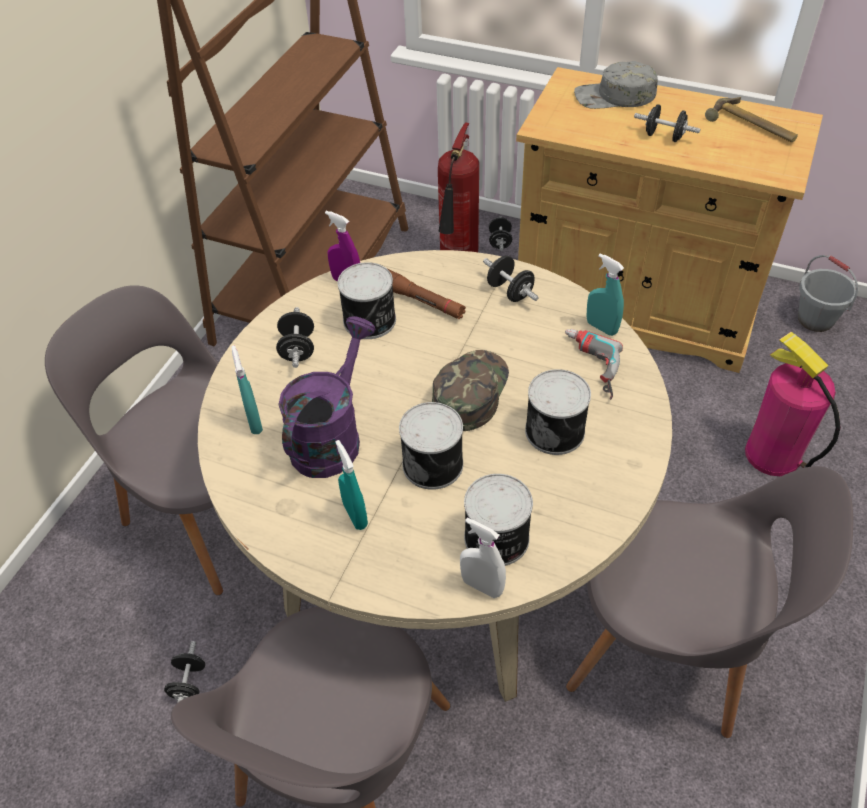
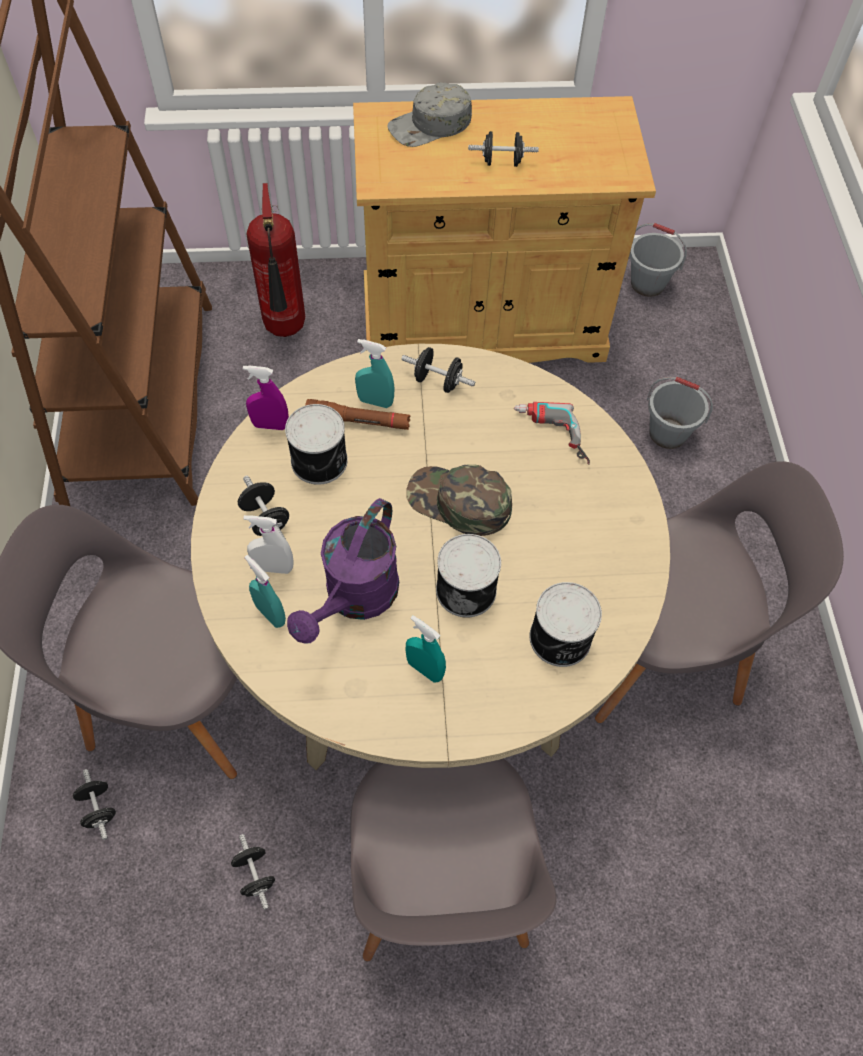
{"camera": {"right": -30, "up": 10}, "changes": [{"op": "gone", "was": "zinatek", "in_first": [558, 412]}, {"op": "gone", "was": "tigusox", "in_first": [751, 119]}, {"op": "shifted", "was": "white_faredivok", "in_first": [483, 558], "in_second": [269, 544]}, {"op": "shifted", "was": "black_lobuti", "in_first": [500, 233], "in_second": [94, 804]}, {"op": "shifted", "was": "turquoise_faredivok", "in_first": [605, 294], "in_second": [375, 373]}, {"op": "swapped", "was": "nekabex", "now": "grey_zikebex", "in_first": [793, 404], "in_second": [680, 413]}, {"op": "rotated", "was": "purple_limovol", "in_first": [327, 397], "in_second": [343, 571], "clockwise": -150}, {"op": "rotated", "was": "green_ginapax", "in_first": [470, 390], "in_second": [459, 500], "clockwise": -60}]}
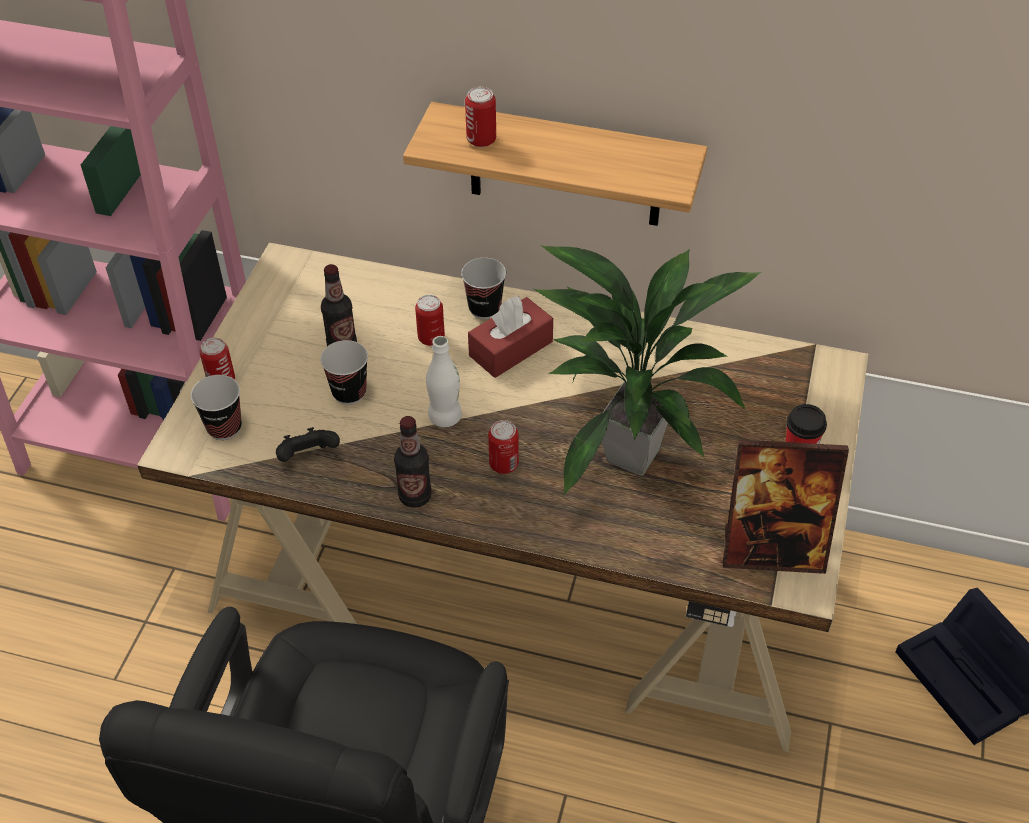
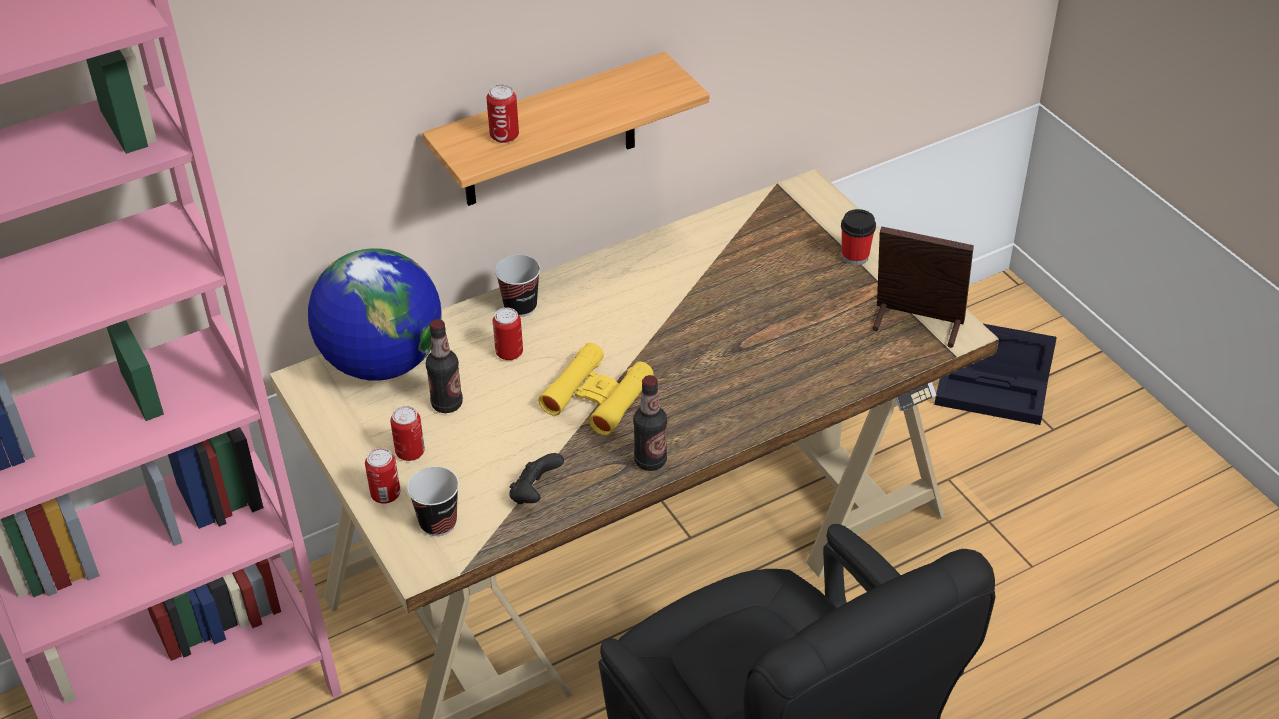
{"camera": {"right": -45, "up": -5}, "changes": [{"op": "gone", "was": "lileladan", "in_first": [344, 372]}, {"op": "gone", "was": "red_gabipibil", "in_first": [510, 337]}, {"op": "gone", "was": "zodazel", "in_first": [648, 370]}, {"op": "new", "now": "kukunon", "in_second": [374, 314]}, {"op": "shifted", "was": "zinatek", "in_first": [503, 447], "in_second": [407, 433]}, {"op": "swapped", "was": "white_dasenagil", "now": "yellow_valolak", "in_first": [444, 381], "in_second": [596, 389]}, {"op": "rotated", "was": "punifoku", "in_first": [786, 507], "in_second": [923, 287], "clockwise": -120}]}
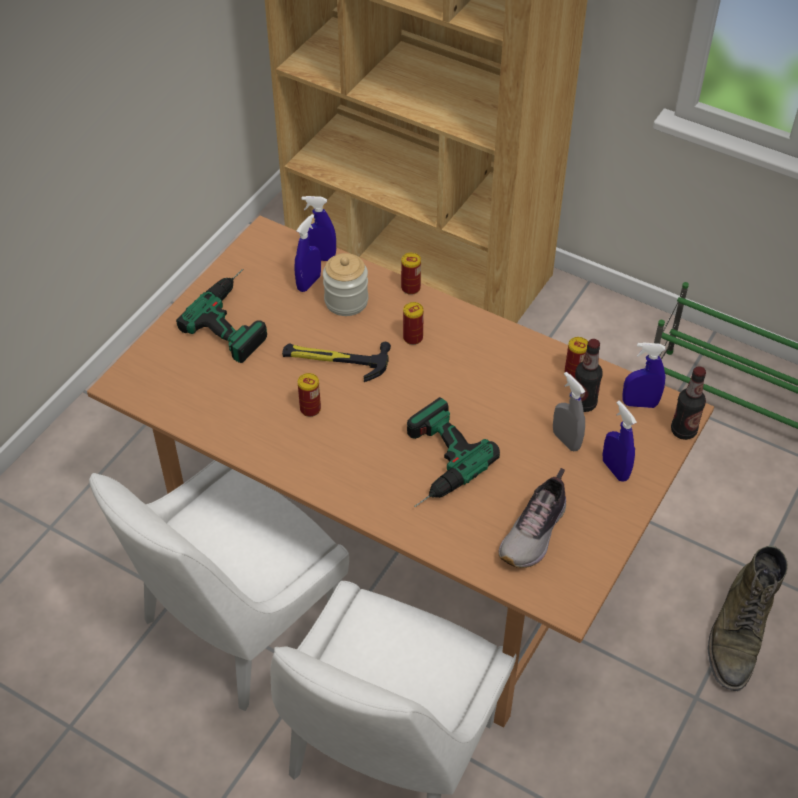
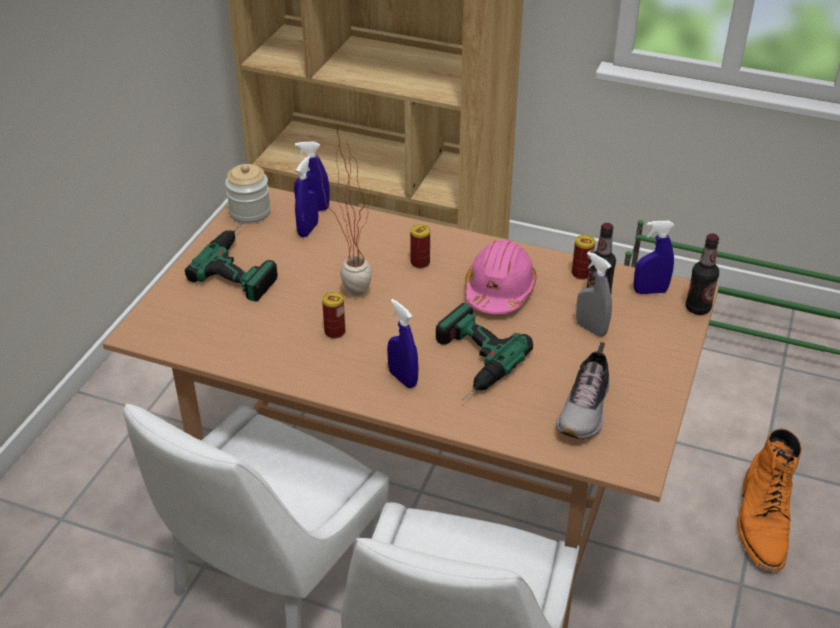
{"camera": {"right": -10, "up": -10}, "changes": [{"op": "gone", "was": "zinatek", "in_first": [411, 274]}, {"op": "new", "now": "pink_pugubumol", "in_second": [501, 276]}, {"op": "shifted", "was": "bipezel", "in_first": [345, 284], "in_second": [248, 194]}, {"op": "shifted", "was": "blue_faredivok", "in_first": [620, 441], "in_second": [403, 343]}, {"op": "swapped", "was": "tigusox", "now": "zodazel", "in_first": [336, 362], "in_second": [342, 210]}, {"op": "repainted", "was": "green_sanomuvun", "now": "orange_sanomuvun", "in_first": [748, 618], "in_second": [769, 500]}]}
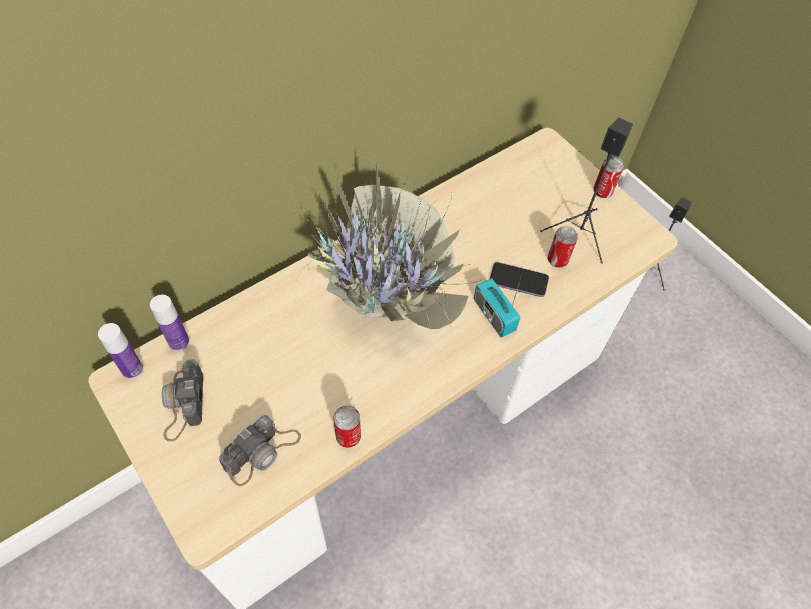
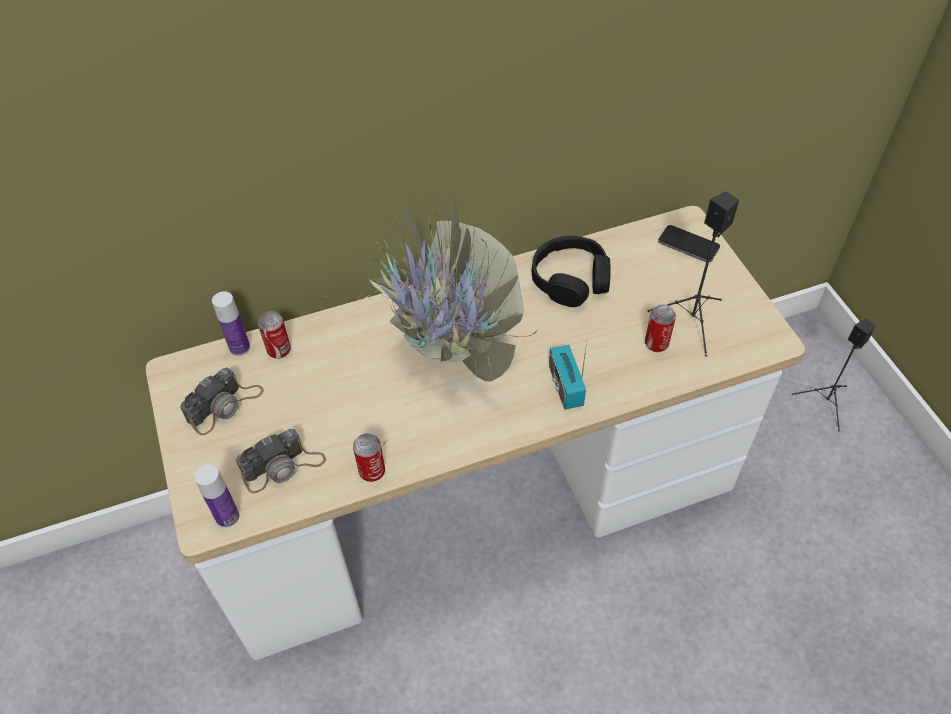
{"camera": {"right": 20, "up": -5}, "changes": [{"op": "new", "now": "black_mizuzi", "in_second": [571, 271]}, {"op": "shifted", "was": "dasenagil", "in_first": [120, 351], "in_second": [216, 496]}, {"op": "shifted", "was": "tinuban", "in_first": [519, 279], "in_second": [689, 243]}, {"op": "shifted", "was": "zinatek", "in_first": [609, 177], "in_second": [274, 335]}, {"op": "rotated", "was": "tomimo", "in_first": [182, 400], "in_second": [221, 401], "clockwise": -150}]}
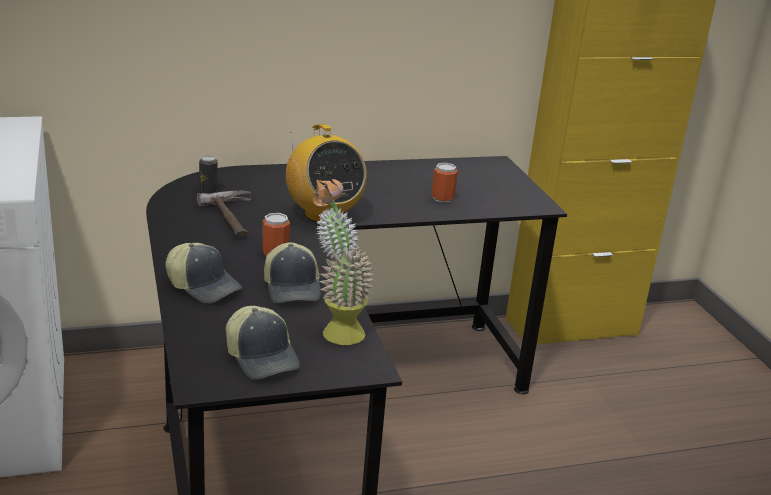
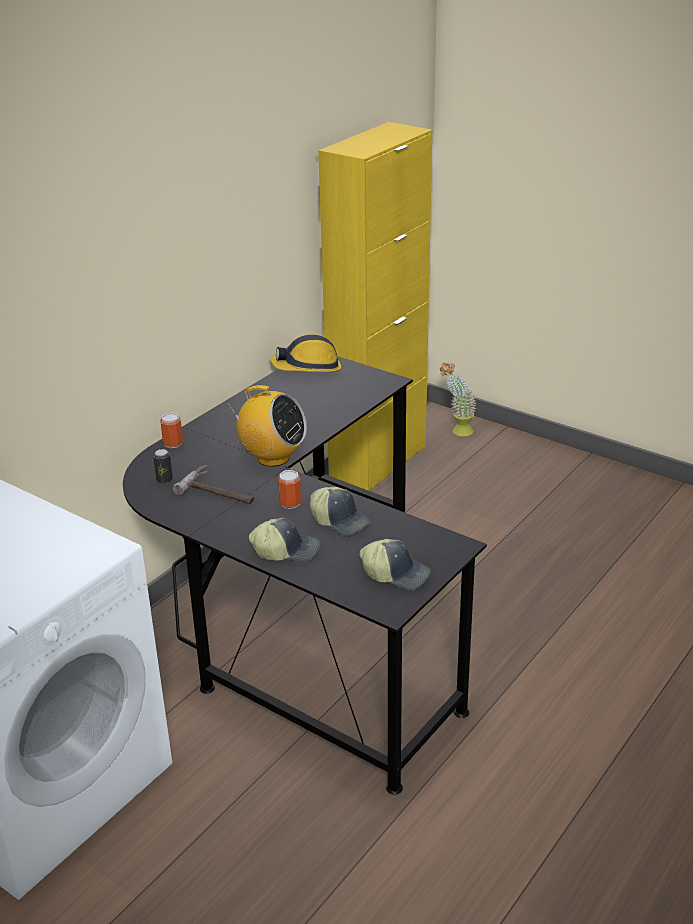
{"camera": {"right": -35, "up": 5}, "changes": [{"op": "new", "now": "pugubumol", "in_second": [305, 353]}, {"op": "shifted", "was": "zodazel", "in_first": [343, 262], "in_second": [458, 398]}, {"op": "shifted", "was": "zinatek", "in_first": [444, 183], "in_second": [171, 430]}]}
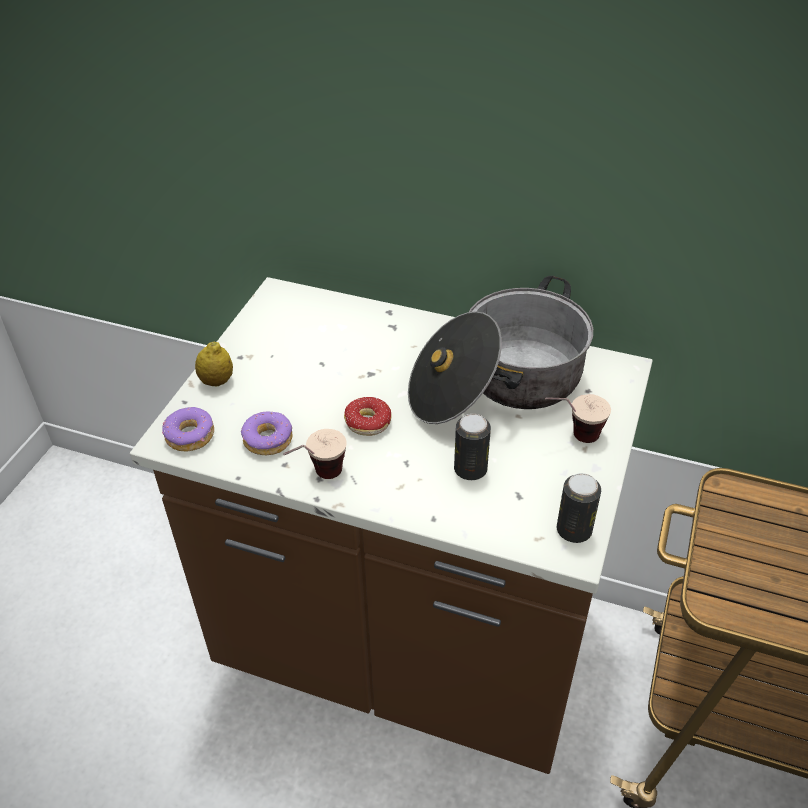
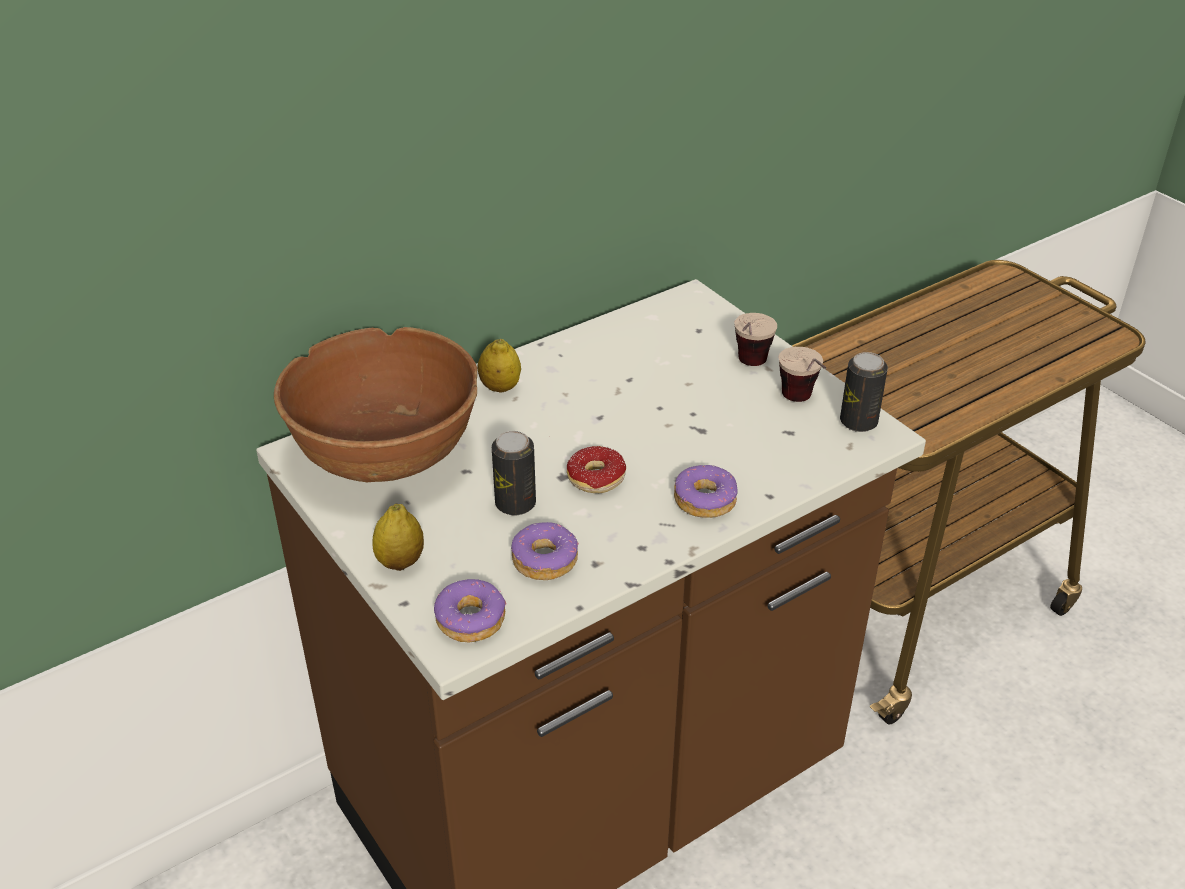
{"camera": {"right": -55, "up": -5}, "changes": [{"op": "gone", "was": "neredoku", "in_first": [500, 350]}, {"op": "new", "now": "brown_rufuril", "in_second": [375, 404]}, {"op": "new", "now": "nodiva", "in_second": [499, 366]}, {"op": "new", "now": "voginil", "in_second": [706, 491]}, {"op": "shifted", "was": "lileladan", "in_first": [314, 454], "in_second": [802, 374]}, {"op": "shifted", "was": "zinatek", "in_first": [472, 447], "in_second": [514, 473]}]}
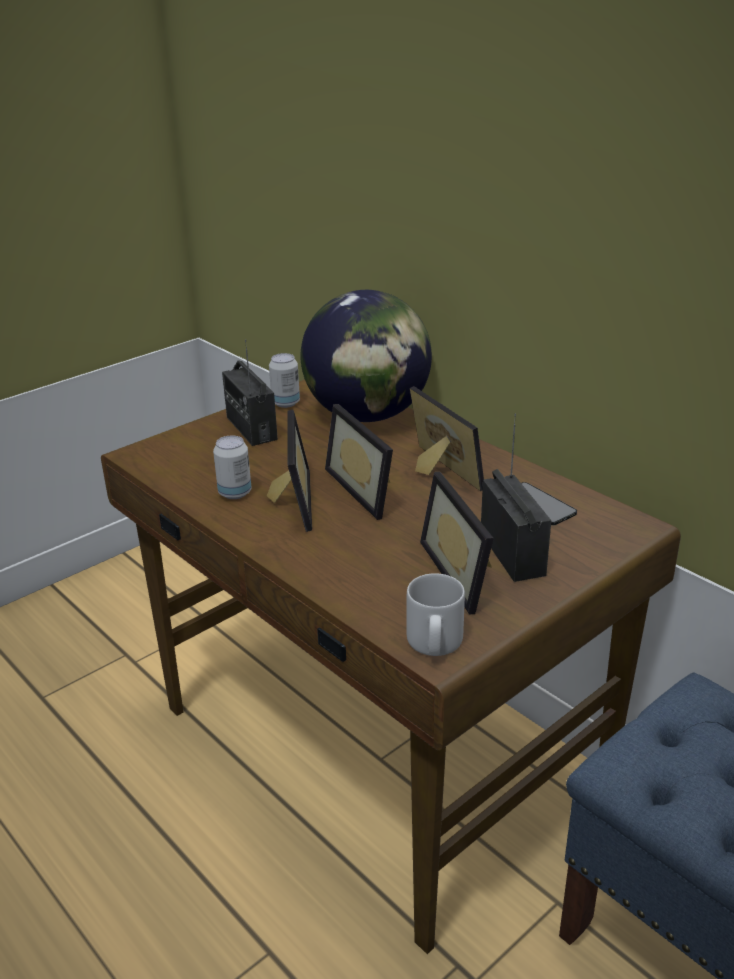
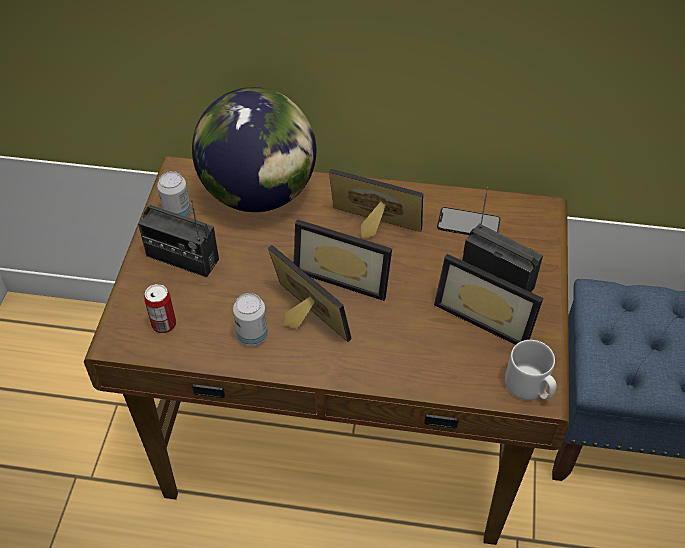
{"camera": {"right": -40, "up": 20}, "changes": [{"op": "new", "now": "zinatek", "in_second": [160, 308]}]}
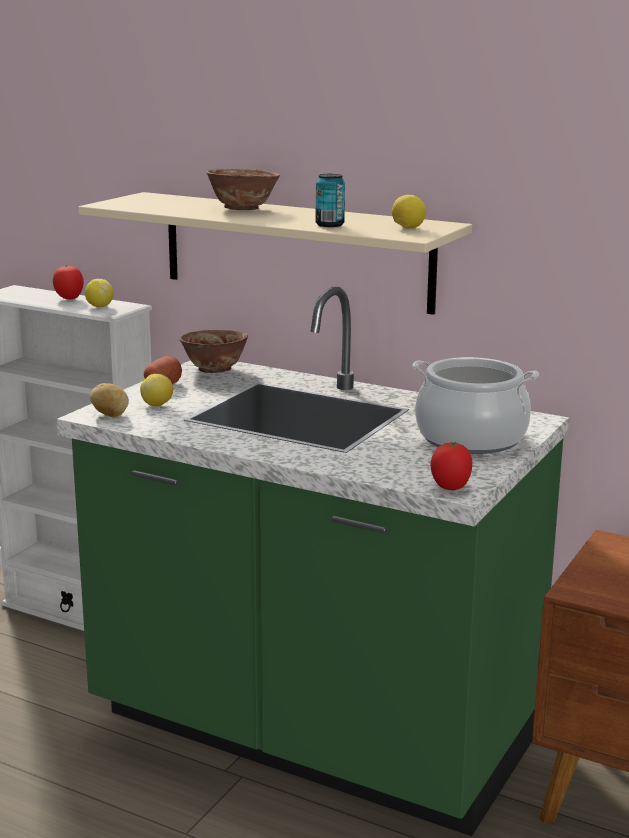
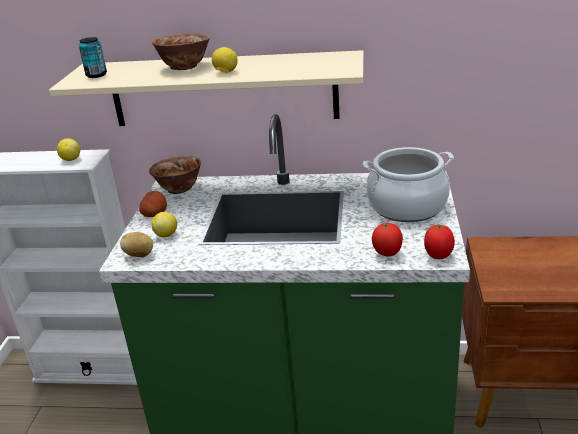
{"camera": {"right": -20, "up": 10}, "changes": [{"op": "shifted", "was": "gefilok", "in_first": [68, 282], "in_second": [387, 240]}, {"op": "shifted", "was": "zinatek", "in_first": [330, 200], "in_second": [93, 57]}, {"op": "shifted", "was": "nodiva", "in_first": [409, 212], "in_second": [224, 60]}]}
